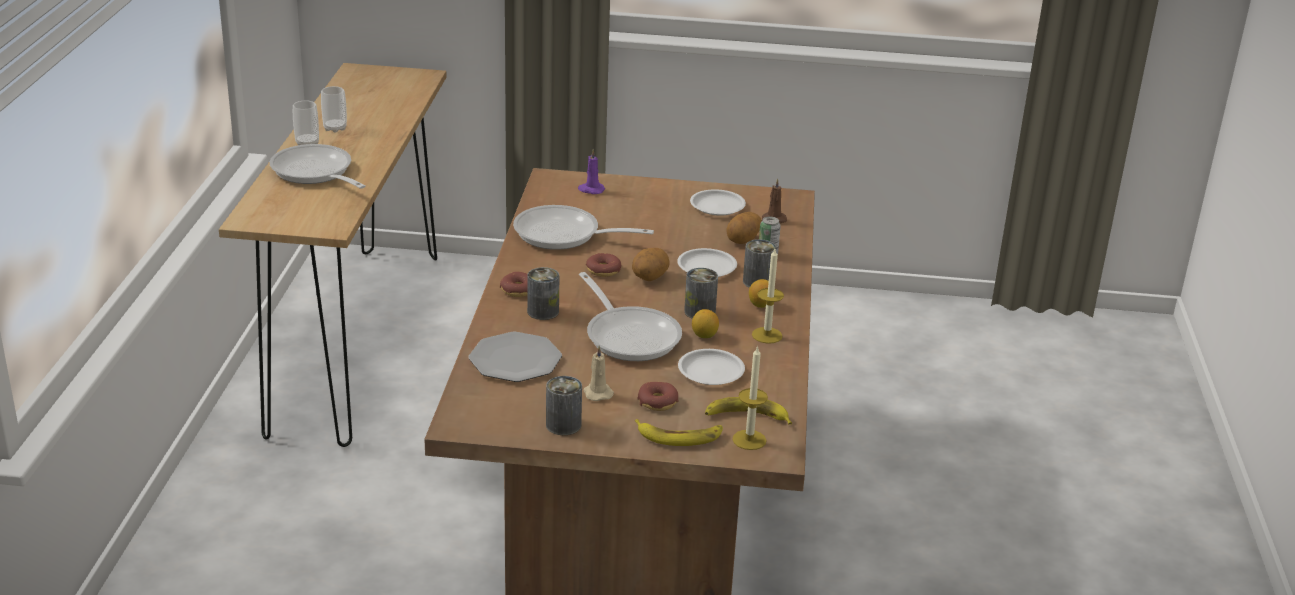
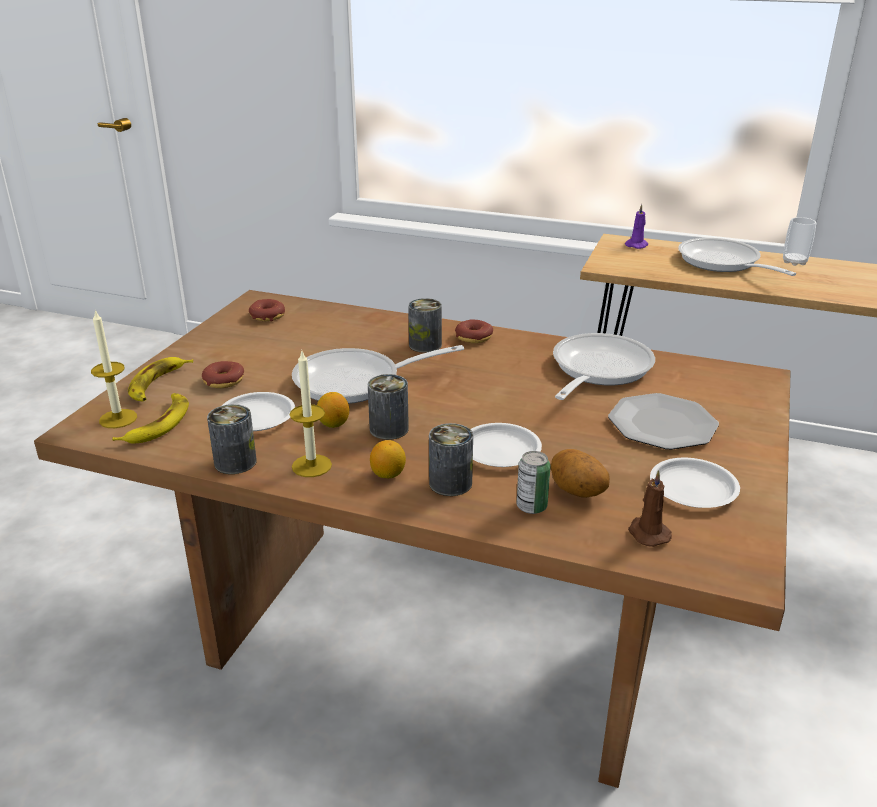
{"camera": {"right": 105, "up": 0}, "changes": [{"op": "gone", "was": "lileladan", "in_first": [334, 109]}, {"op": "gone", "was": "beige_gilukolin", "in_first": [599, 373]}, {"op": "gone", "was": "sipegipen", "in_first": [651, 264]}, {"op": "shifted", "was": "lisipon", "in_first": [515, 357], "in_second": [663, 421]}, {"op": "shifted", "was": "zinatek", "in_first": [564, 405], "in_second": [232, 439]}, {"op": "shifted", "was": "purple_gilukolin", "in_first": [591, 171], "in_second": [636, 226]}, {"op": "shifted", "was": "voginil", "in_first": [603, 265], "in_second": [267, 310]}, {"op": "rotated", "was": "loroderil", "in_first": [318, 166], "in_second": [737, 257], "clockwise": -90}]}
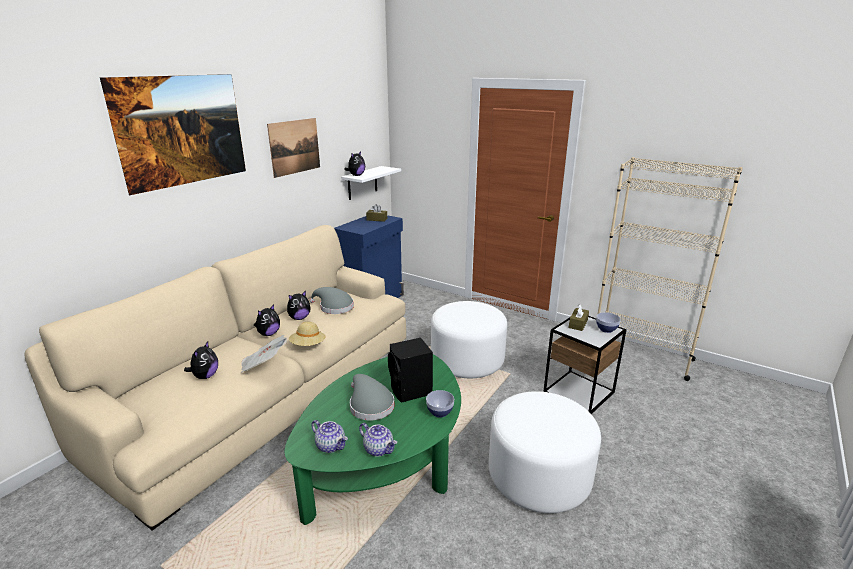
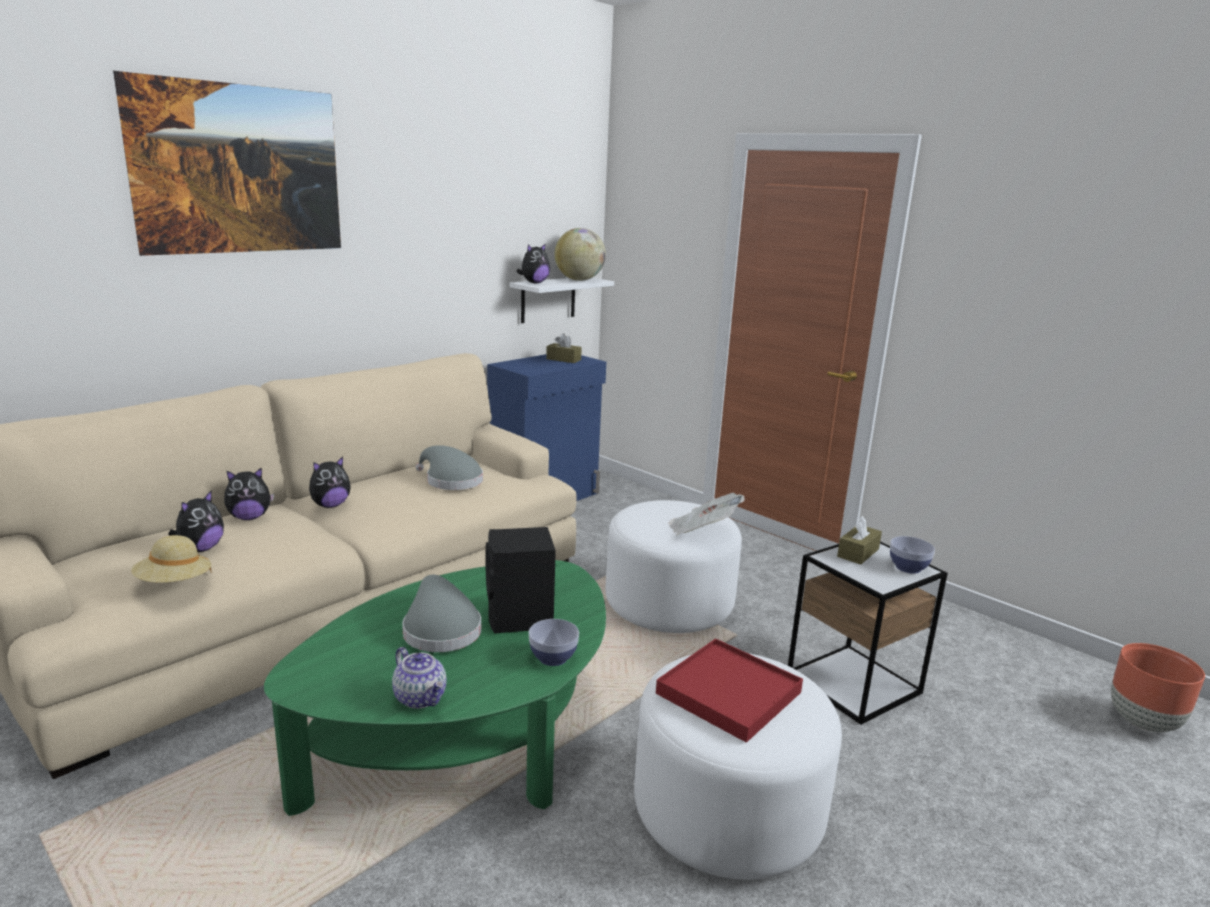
{"camera": {"right": 10, "up": -5}, "changes": [{"op": "gone", "was": "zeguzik", "in_first": [293, 148]}, {"op": "gone", "was": "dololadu", "in_first": [329, 436]}, {"op": "gone", "was": "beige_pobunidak", "in_first": [670, 269]}, {"op": "new", "now": "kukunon", "in_second": [580, 254]}, {"op": "new", "now": "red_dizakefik", "in_second": [729, 690]}, {"op": "new", "now": "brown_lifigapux", "in_second": [1158, 687]}, {"op": "shifted", "was": "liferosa", "in_first": [264, 354], "in_second": [706, 514]}, {"op": "shifted", "was": "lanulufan", "in_first": [299, 305], "in_second": [249, 493]}, {"op": "shifted", "was": "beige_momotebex", "in_first": [307, 334], "in_second": [171, 559]}]}
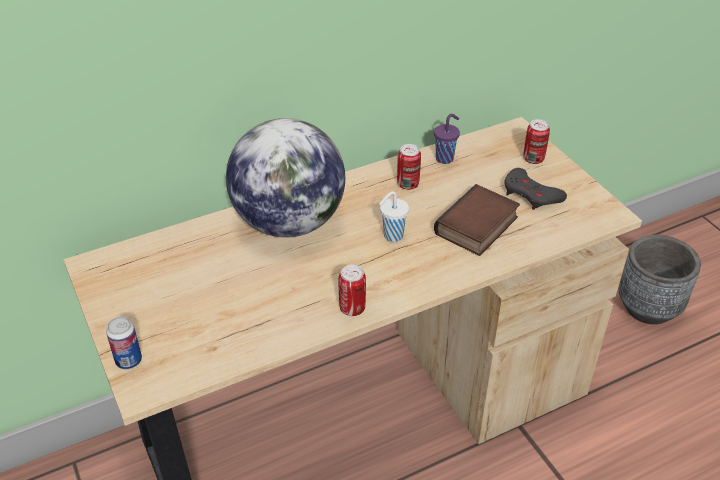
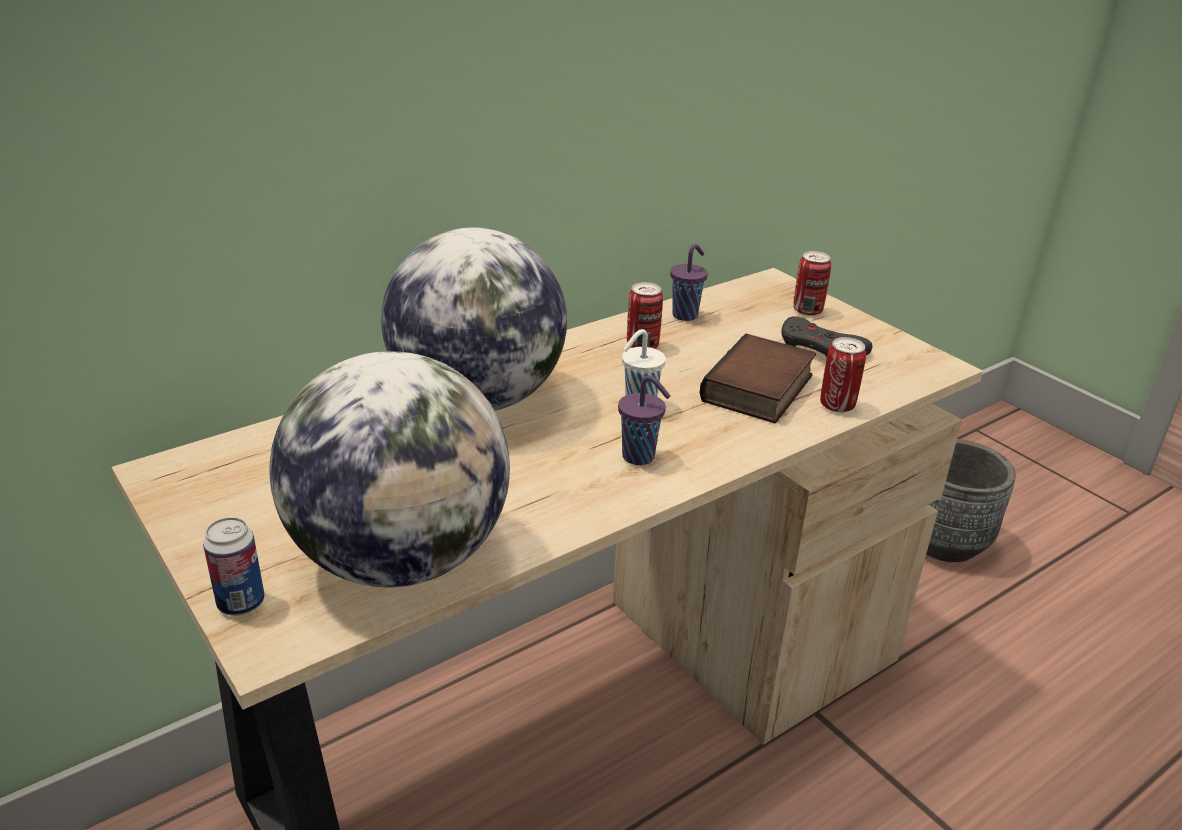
{"camera": {"right": -10, "up": -10}, "changes": [{"op": "new", "now": "kukunon", "in_second": [389, 469]}, {"op": "new", "now": "purple_lileladan", "in_second": [644, 420]}, {"op": "shifted", "was": "zinatek", "in_first": [352, 290], "in_second": [843, 375]}]}
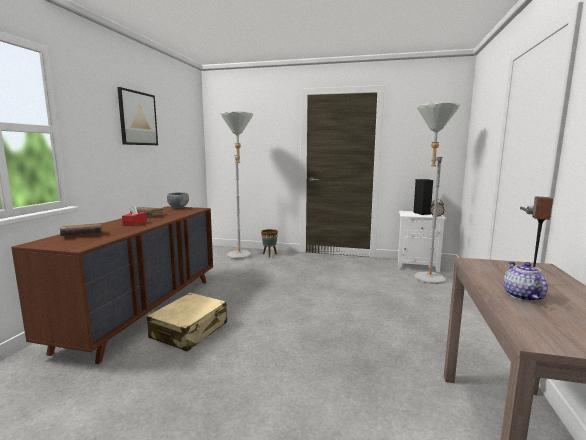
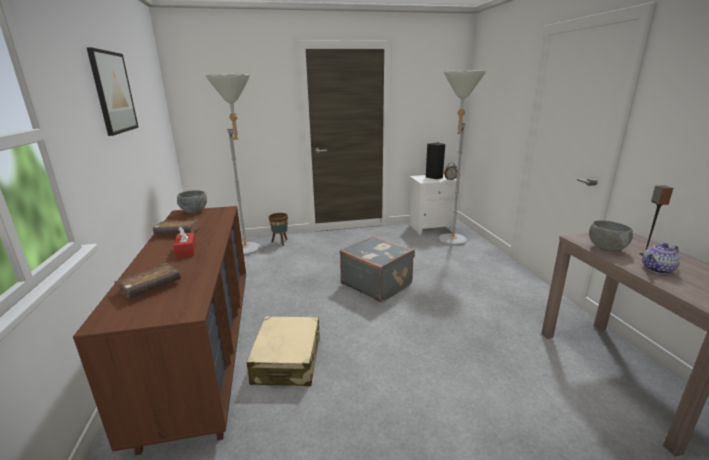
{"camera": {"right": -25, "up": 10}, "changes": [{"op": "new", "now": "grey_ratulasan", "in_second": [377, 269]}, {"op": "new", "now": "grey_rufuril", "in_second": [611, 236]}, {"op": "rotated", "was": "dololadu", "in_first": [525, 281], "in_second": [661, 258], "clockwise": -90}]}
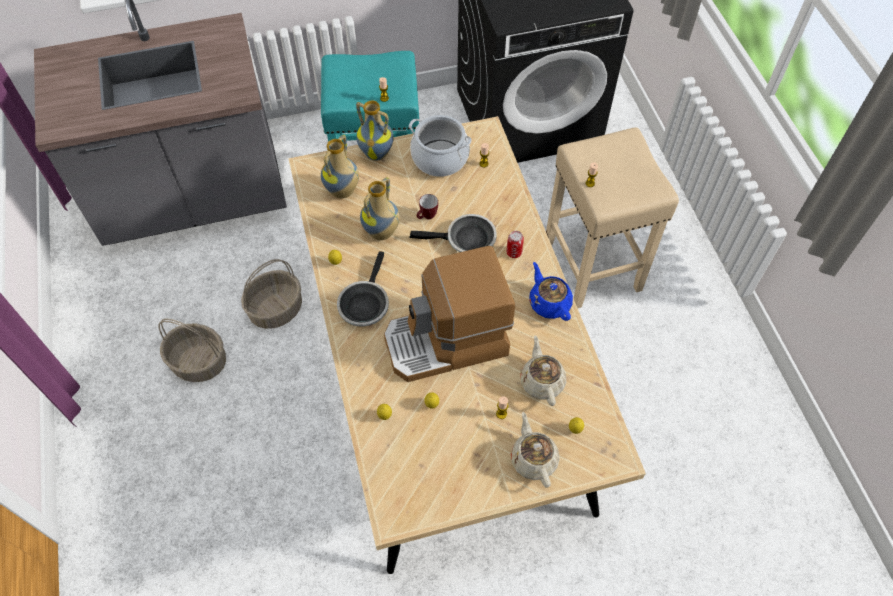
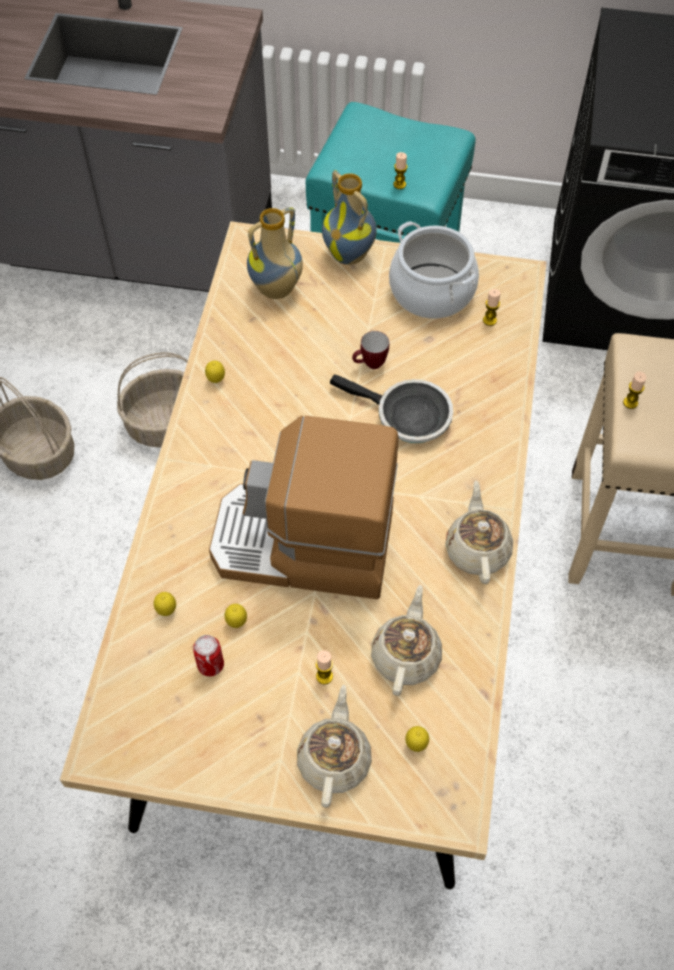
{"camera": {"right": 25, "up": 0}, "changes": [{"op": "gone", "was": "loroderil", "in_first": [363, 288]}, {"op": "gone", "was": "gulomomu", "in_first": [380, 208]}, {"op": "shifted", "was": "zinatek", "in_first": [515, 244], "in_second": [208, 655]}, {"op": "repainted", "was": "blue_dololadu", "now": "beige_dololadu", "in_first": [551, 291], "in_second": [479, 532]}]}
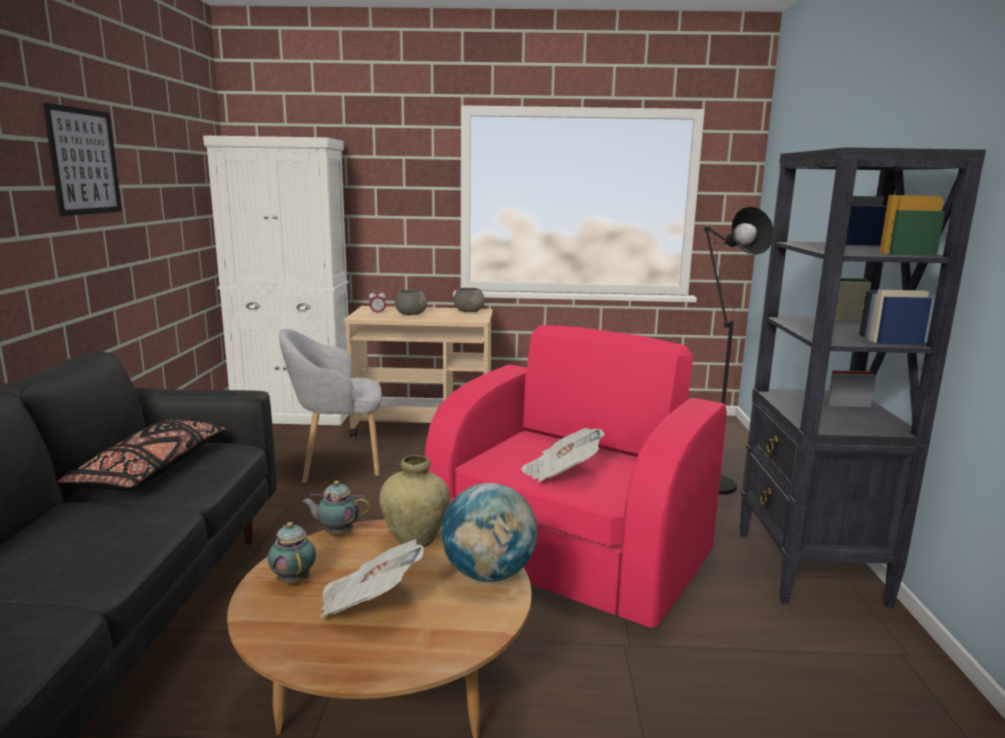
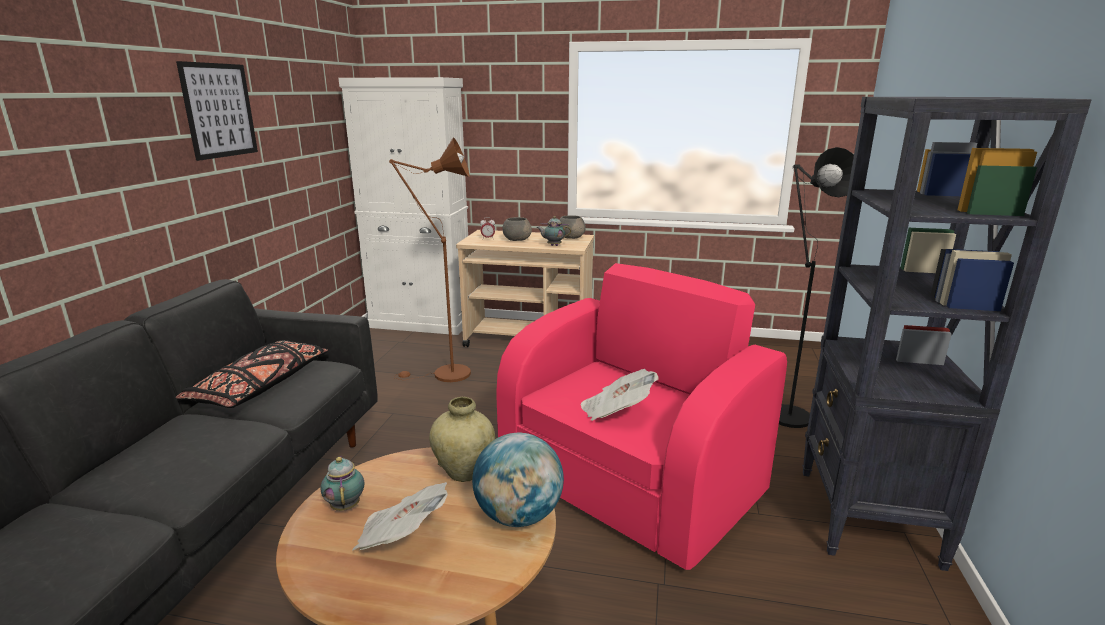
{"camera": {"right": 10, "up": 5}, "changes": [{"op": "shifted", "was": "dololadu", "in_first": [336, 507], "in_second": [553, 231]}, {"op": "swapped", "was": "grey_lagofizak", "now": "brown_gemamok", "in_first": [330, 406], "in_second": [430, 260]}]}
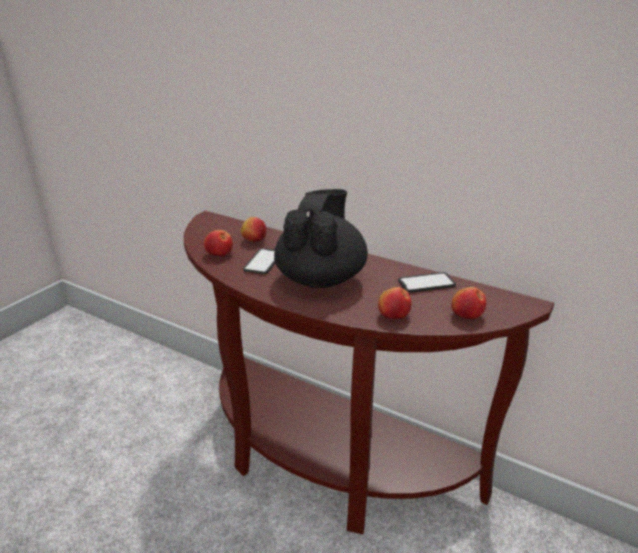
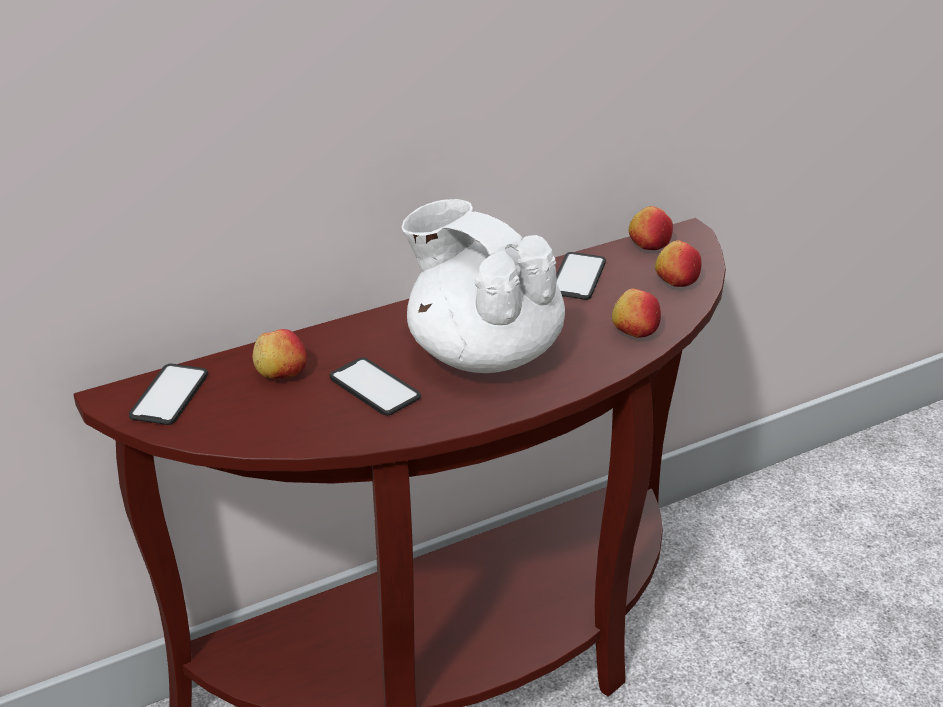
{"camera": {"right": -60, "up": 5}, "changes": [{"op": "new", "now": "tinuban", "in_second": [168, 394]}, {"op": "shifted", "was": "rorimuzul", "in_first": [218, 243], "in_second": [651, 228]}, {"op": "repainted", "was": "black_dololadu", "now": "white_dololadu", "in_first": [321, 238], "in_second": [483, 286]}]}
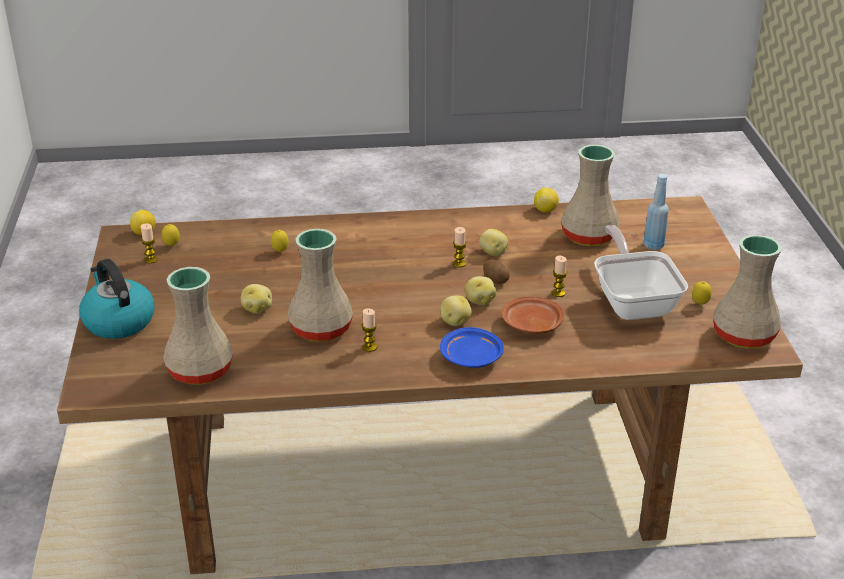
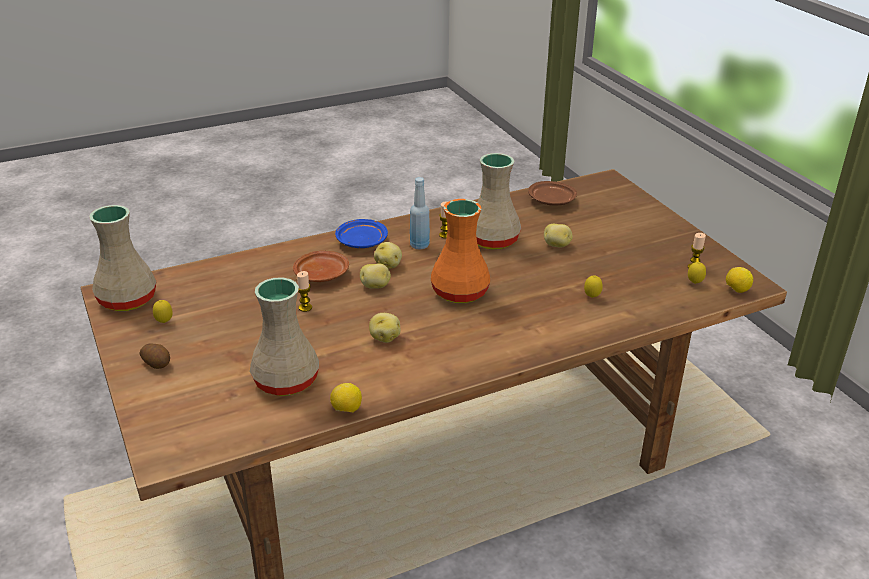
{"camera": {"right": 160, "up": 0}, "changes": [{"op": "gone", "was": "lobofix", "in_first": [116, 299]}, {"op": "gone", "was": "gilukolin", "in_first": [460, 247]}, {"op": "gone", "was": "loroderil", "in_first": [641, 272]}, {"op": "new", "now": "orange_gulomomu", "in_second": [460, 251]}, {"op": "shifted", "was": "sipegipen", "in_first": [496, 271], "in_second": [154, 356]}, {"op": "shifted", "was": "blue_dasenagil", "in_first": [656, 212], "in_second": [420, 213]}, {"op": "swapped", "was": "beige_gulomomu", "now": "brown_lisipon", "in_first": [198, 326], "in_second": [552, 193]}]}
